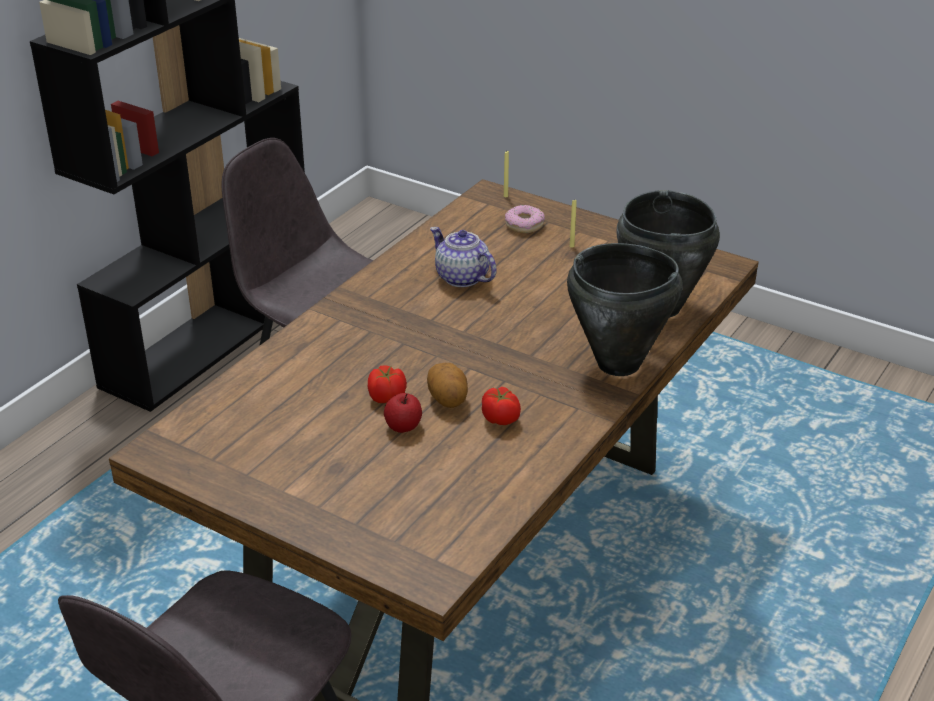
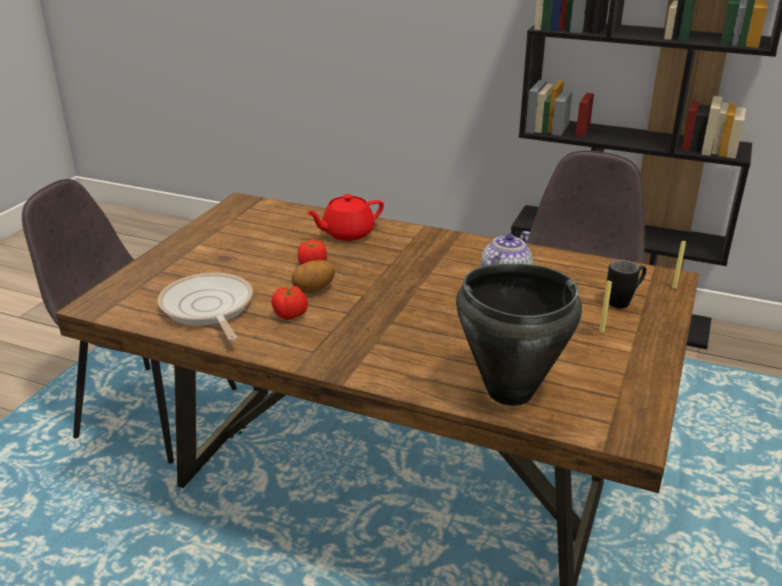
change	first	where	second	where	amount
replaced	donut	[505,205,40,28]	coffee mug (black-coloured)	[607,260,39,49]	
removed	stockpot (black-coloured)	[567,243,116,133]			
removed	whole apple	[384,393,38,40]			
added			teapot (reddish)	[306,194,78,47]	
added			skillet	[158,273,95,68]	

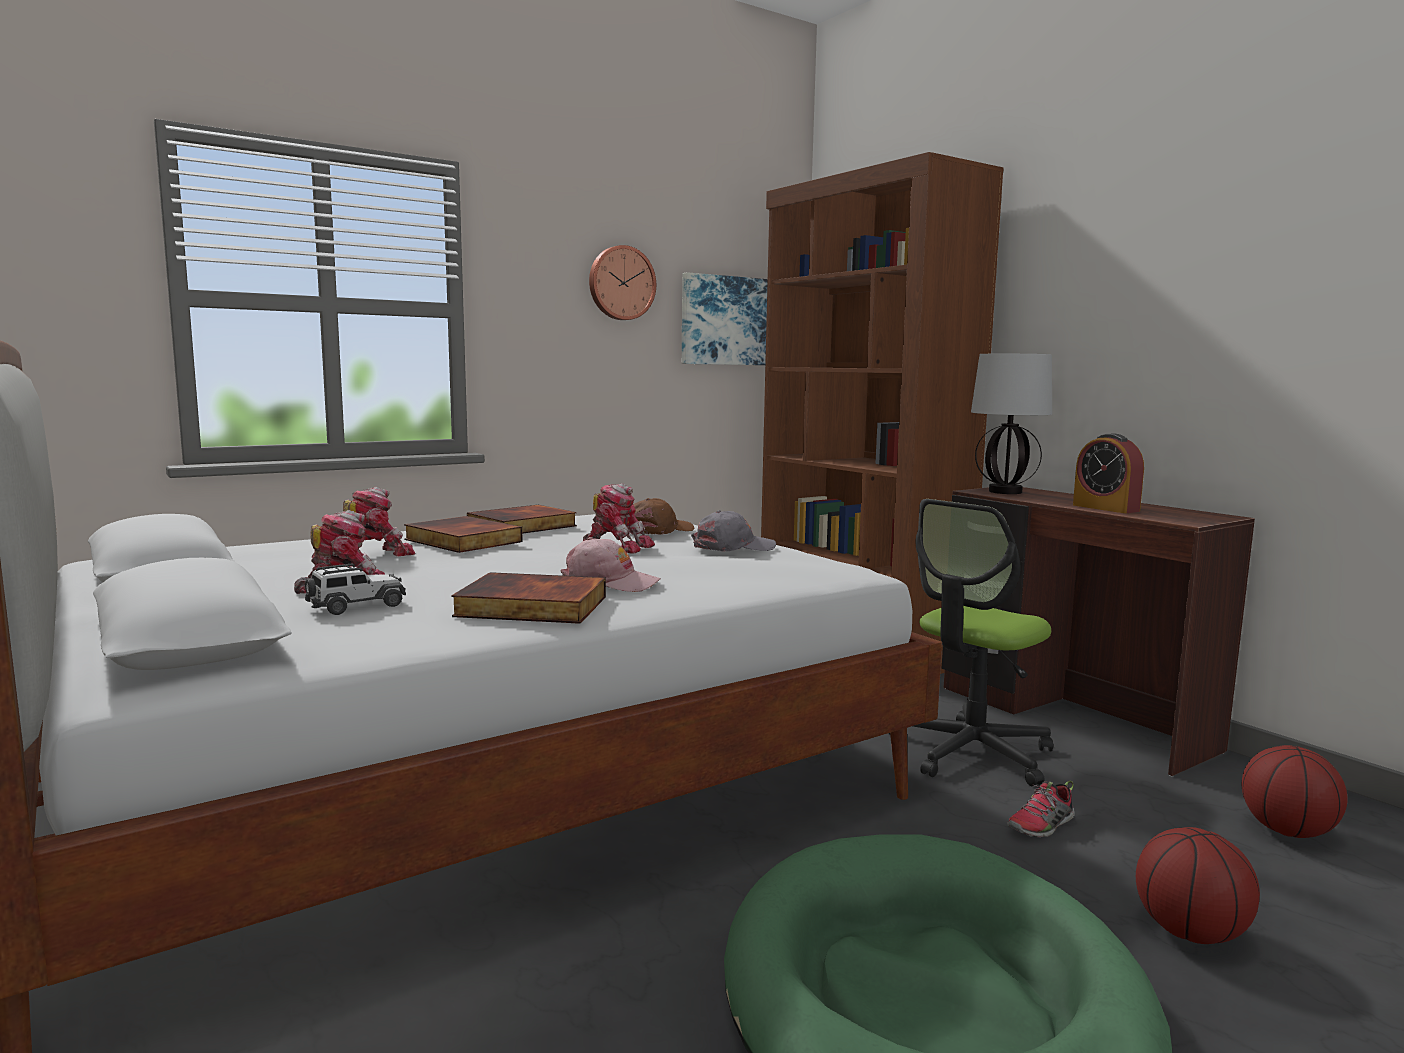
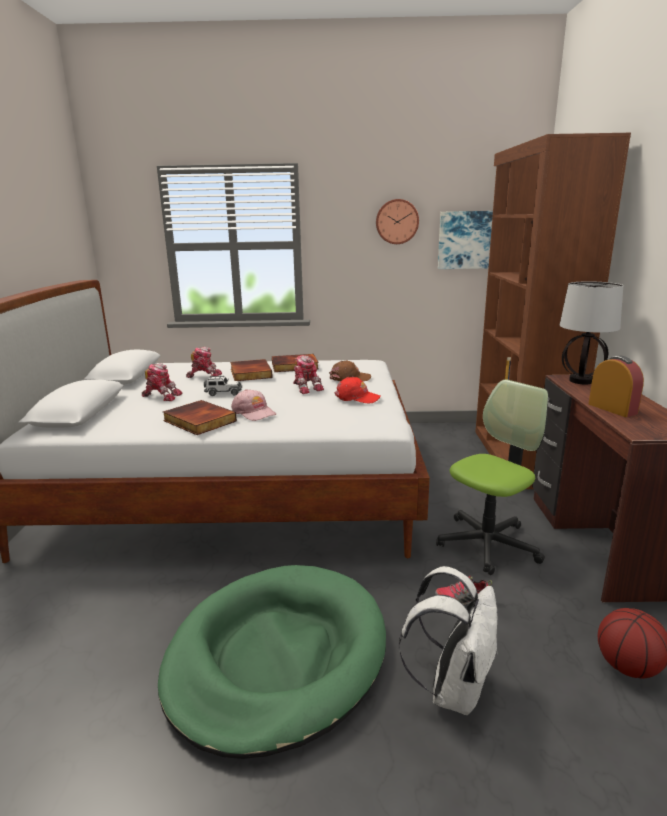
change	first	where	second	where	amount
turned	bedside clock	[1073,433,71,80]		[588,356,56,61]	150 degrees clockwise
turned	computer chair	[889,499,164,287]		[436,379,113,196]	150 degrees clockwise
recoloured	peaked cap (gray)	[691,510,85,42]	peaked cap (reddish)	[334,377,47,27]	
moved	model car	[305,563,101,52]		[204,376,38,20]	
replaced	basketball	[1136,827,124,117]	knapsack (white-coloured)	[399,566,99,149]	

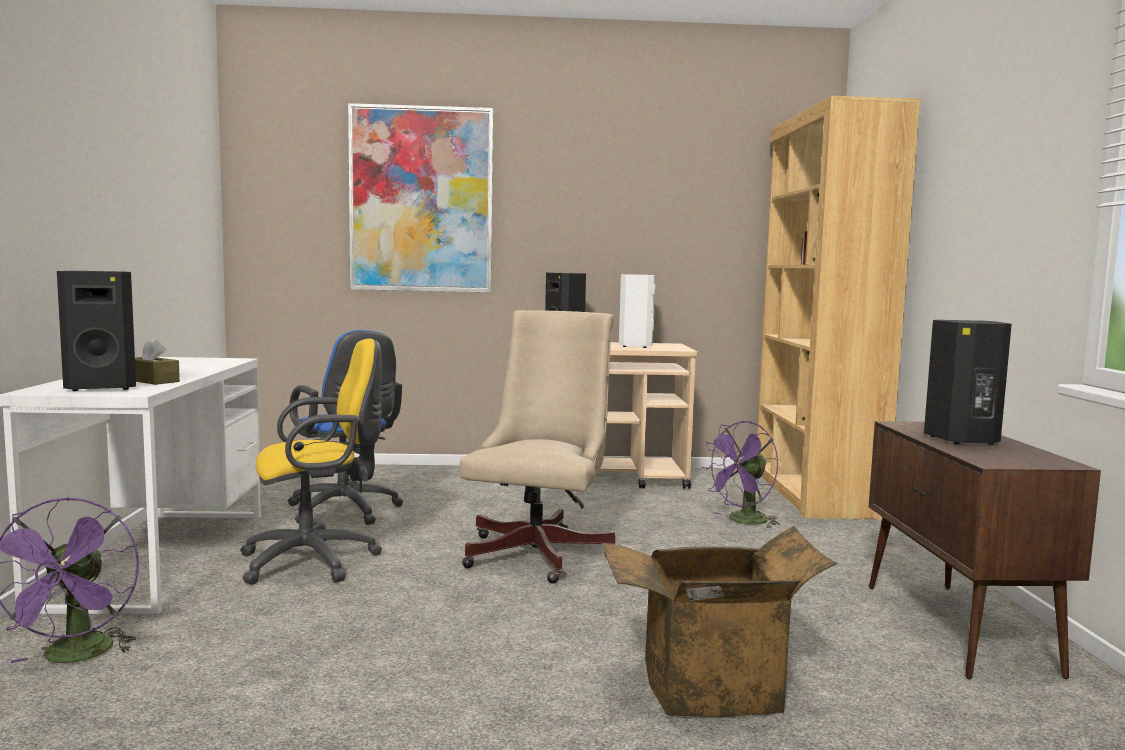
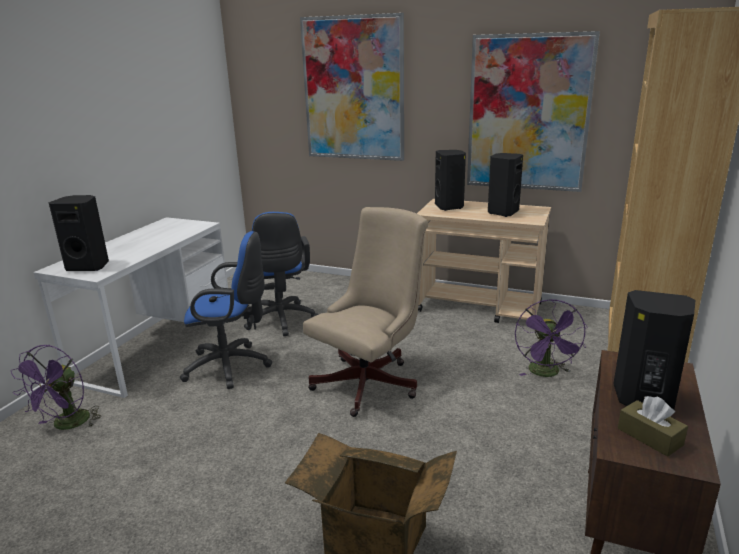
change	first	where	second	where	amount
recoloured	speaker (white-coloured)	[619,274,36,74]	speaker (black-coloured)	[488,153,35,64]	
moved	tissue box (brown)	[135,338,45,47]		[618,396,70,61]	
recoloured	computer chair (yellow-coloured)	[240,339,142,246]	computer chair (blue)	[180,231,92,158]	
turned	electric fan (purple-coloured)	[702,421,78,108]		[515,299,73,78]	75 degrees counterclockwise
added			wall art	[467,31,133,161]	

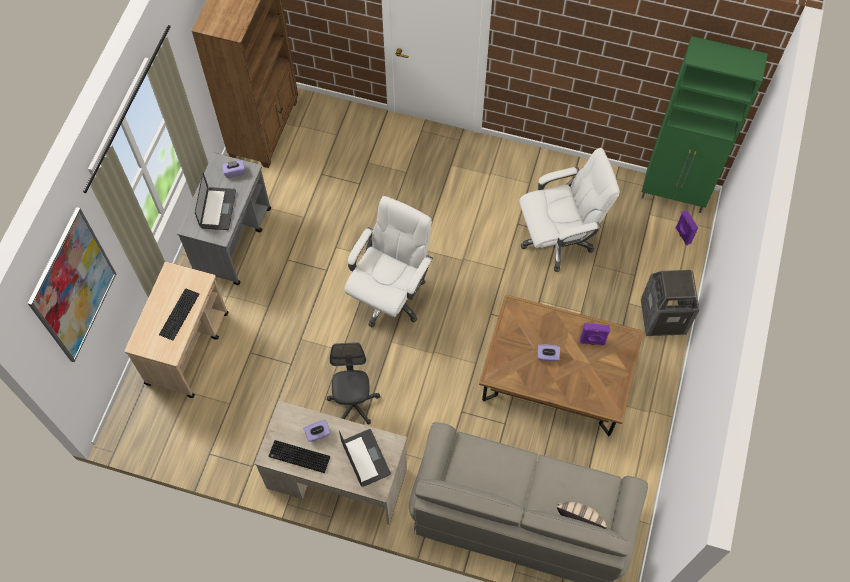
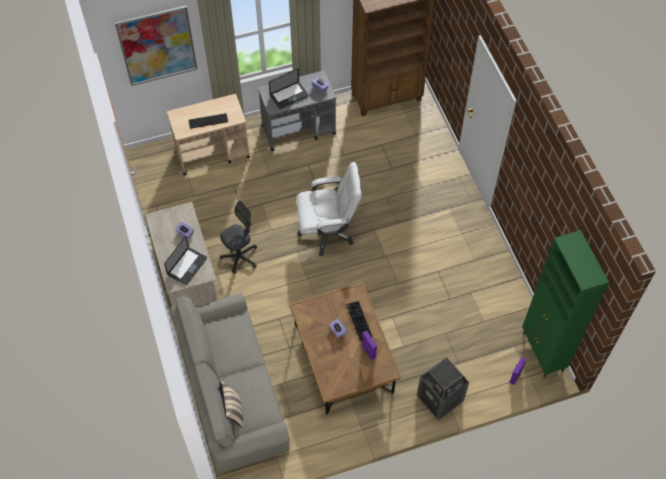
change	first	where	second	where	amount
removed	computer chair (white-coloured)	[519,148,101,124]			
moved	PC keyboard	[269,440,61,33]		[347,301,25,40]	

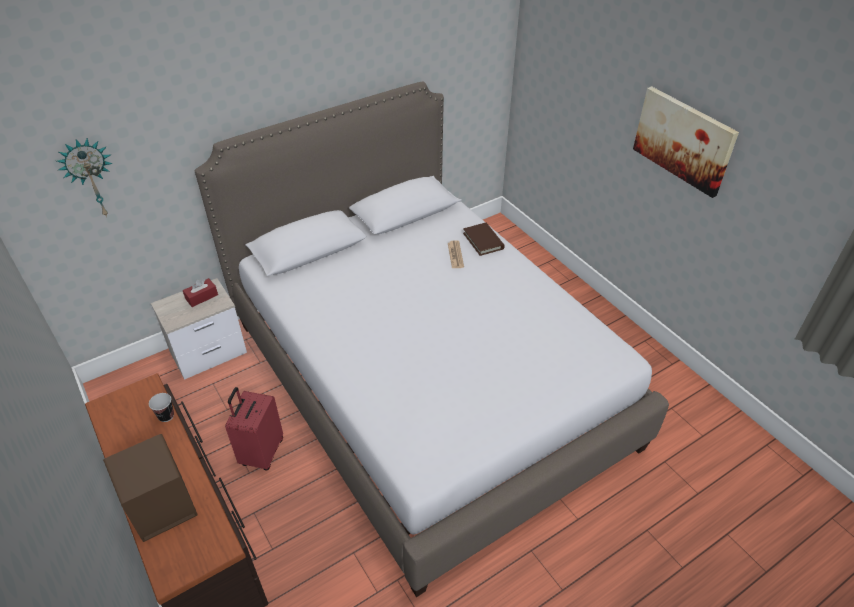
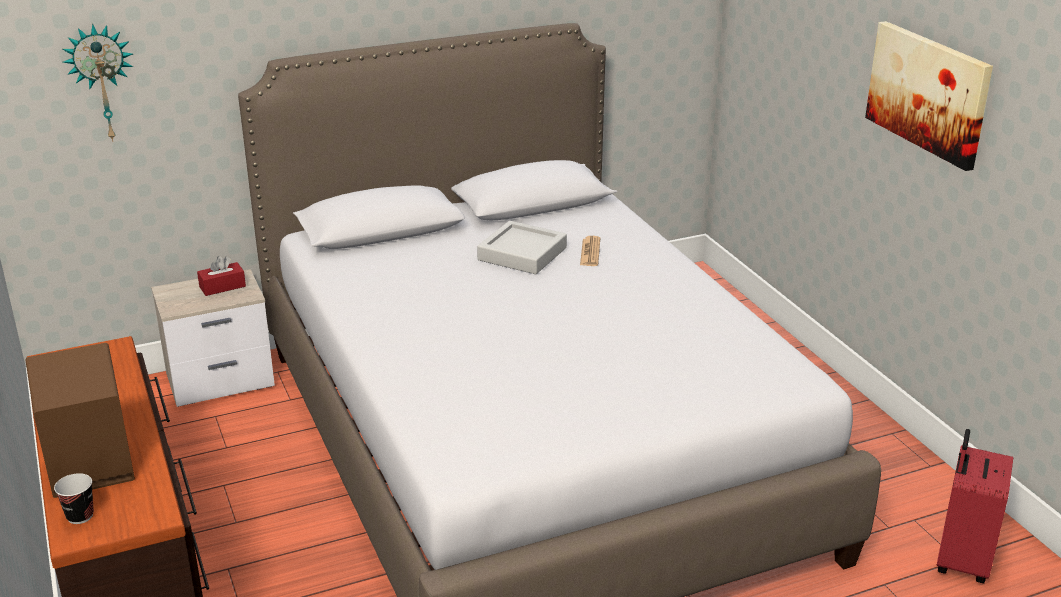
change	first	where	second	where	amount
removed	bound book (brown)	[463,223,42,33]			
moved	suitcase (reddish)	[225,387,58,84]		[936,429,77,154]	
moved	drinking cup	[149,393,25,29]		[54,473,40,51]	
added			carrying tray (gray)	[477,221,90,53]	

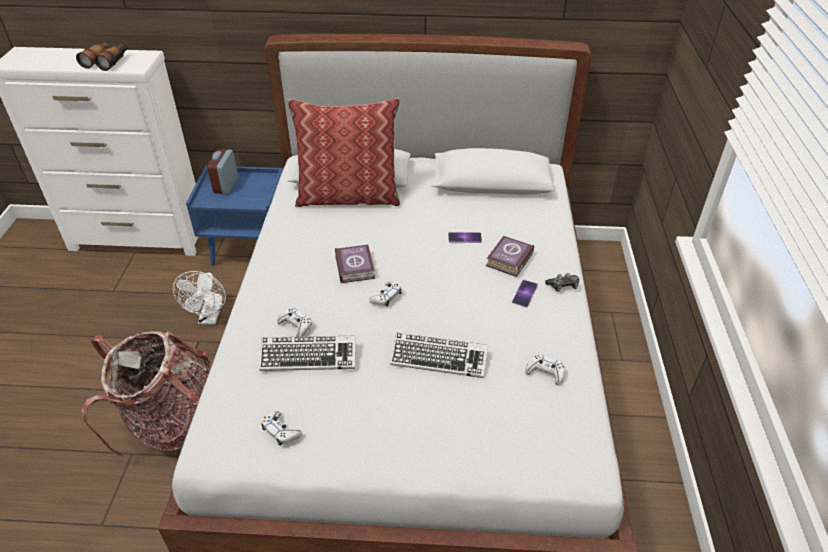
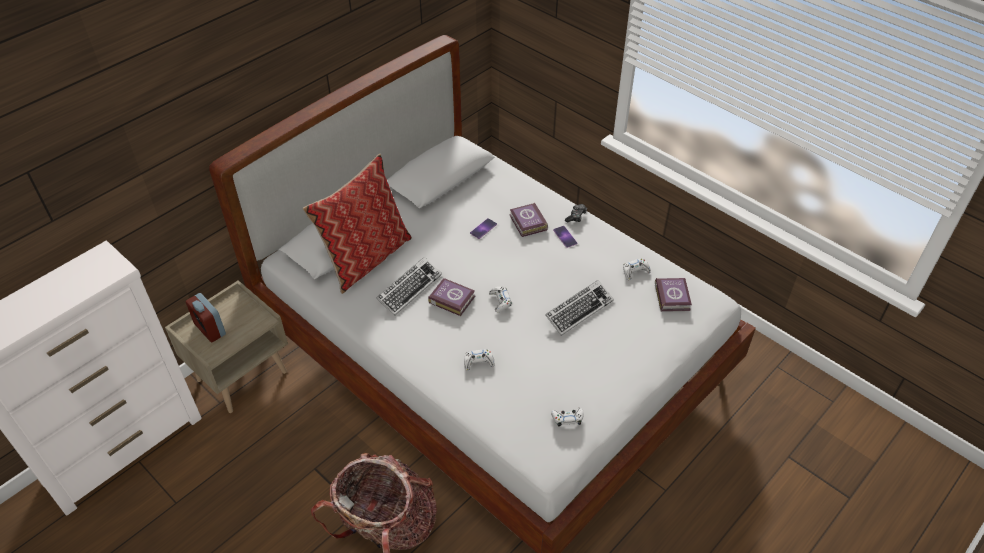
change	first	where	second	where	amount
removed	pair of binoculars	[76,41,52,30]			
recoloured	night table (blue)	[186,165,97,101]	night table (beige-coloured)	[165,280,123,133]	
removed	electric fan (white-coloured)	[173,271,53,54]			
moved	PC keyboard	[259,336,97,35]		[376,257,66,59]	
added			bound book	[655,278,37,34]	

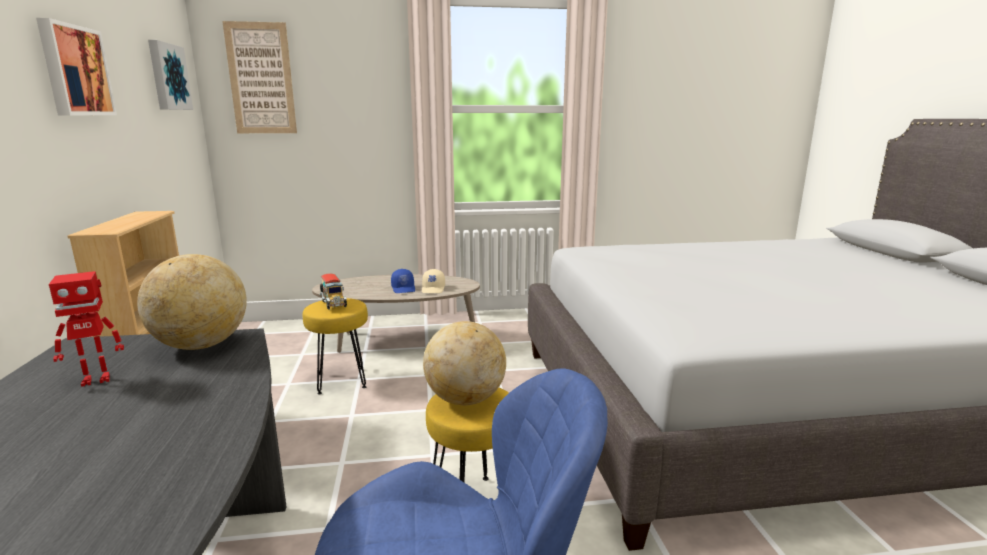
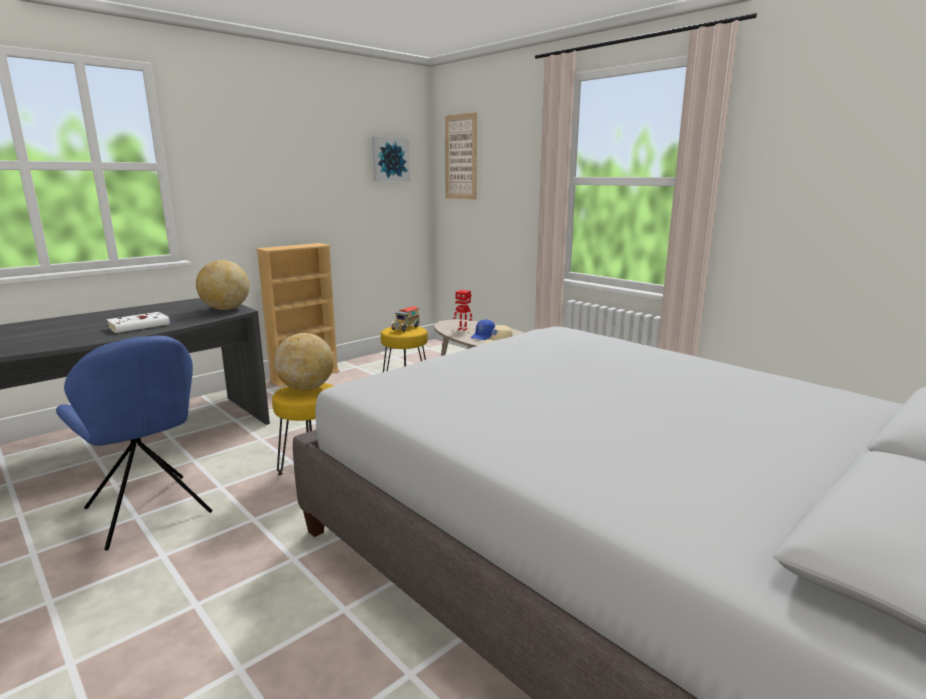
change	first	where	second	where	amount
removed	wall art	[36,18,81,97]			
moved	toy robot	[49,271,75,116]		[453,290,19,41]	
added			bound book (white-coloured)	[106,312,70,21]	

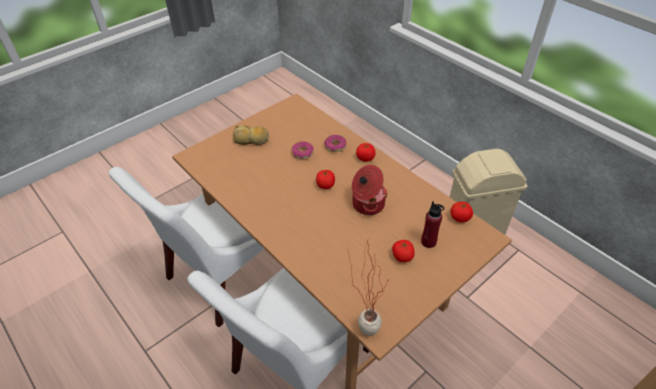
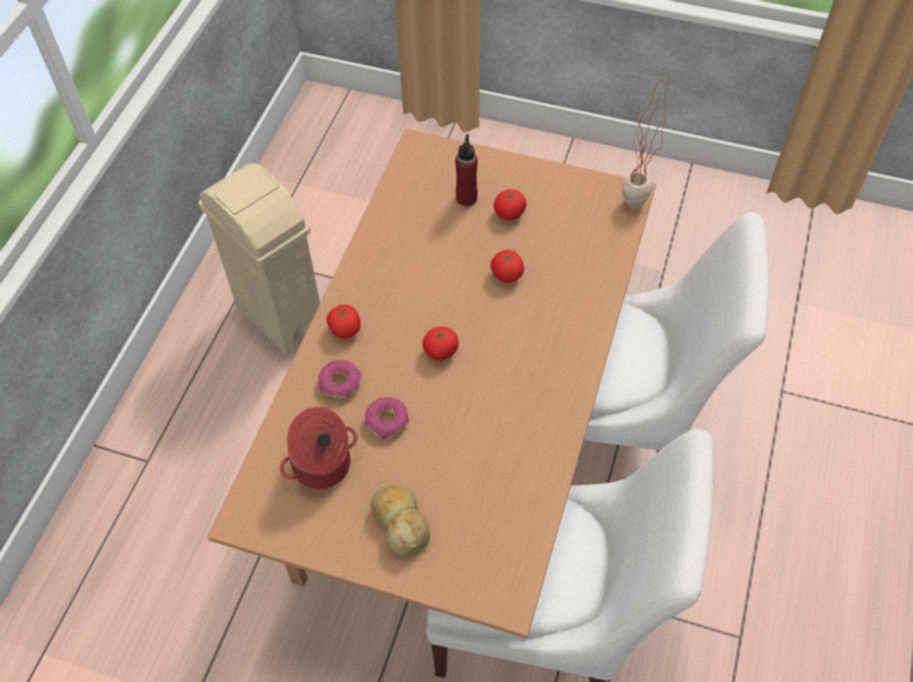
change	first	where	second	where	amount
moved	stockpot	[352,165,35,50]		[280,407,78,82]	
moved	whole tomato	[450,202,23,21]		[490,250,34,33]	

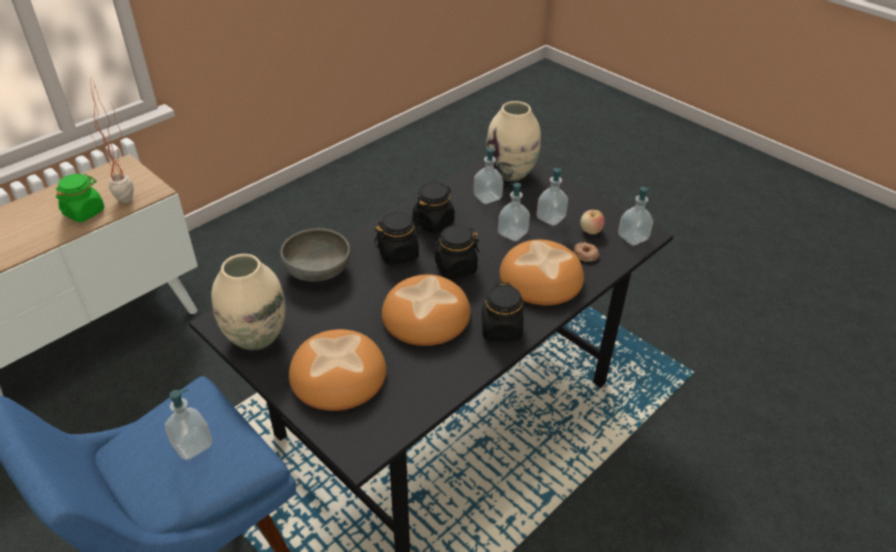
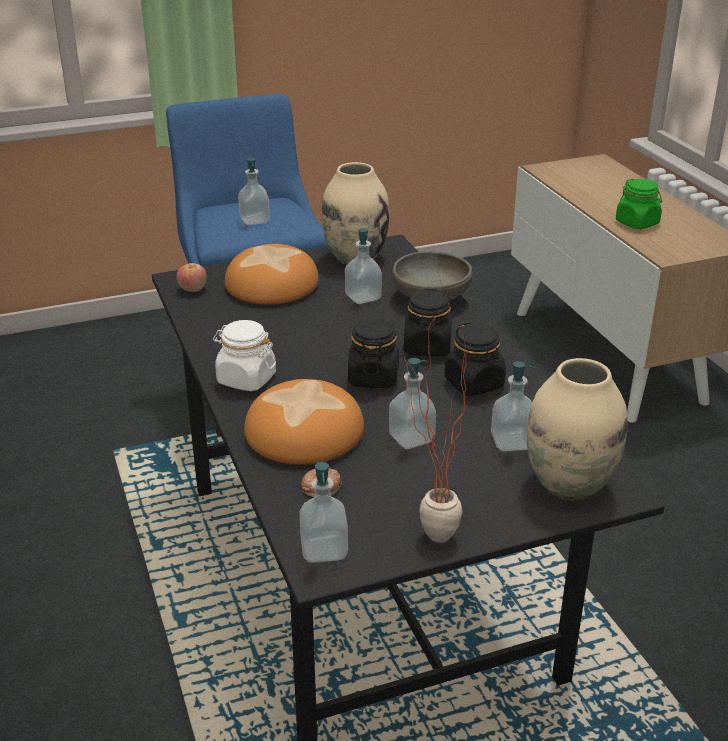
change	first	where	second	where	amount
moved	houseplant	[87,80,47,123]		[403,315,68,228]	
moved	liquid soap bottle	[536,168,32,58]		[345,228,37,76]	
moved	whole apple	[580,210,25,25]		[177,263,30,29]	
removed	baked bread	[382,274,89,72]			
recoloured	preserve jar (black-coloured)	[482,282,41,60]	preserve jar (white-coloured)	[213,320,63,71]	

